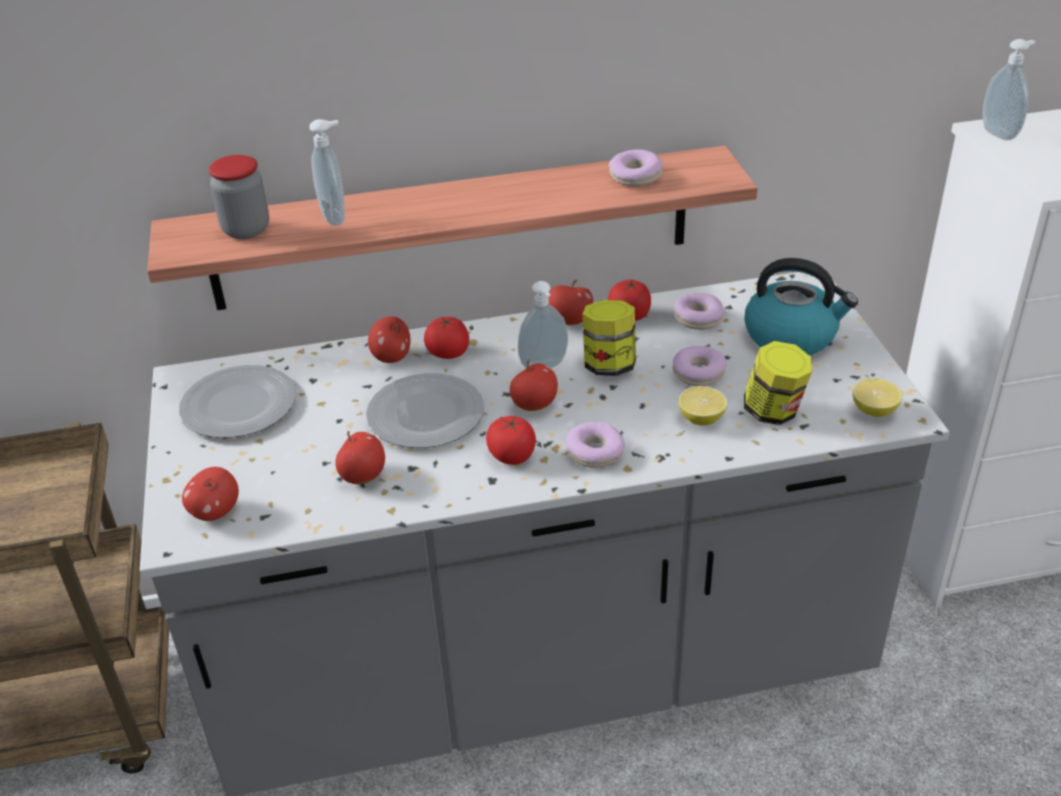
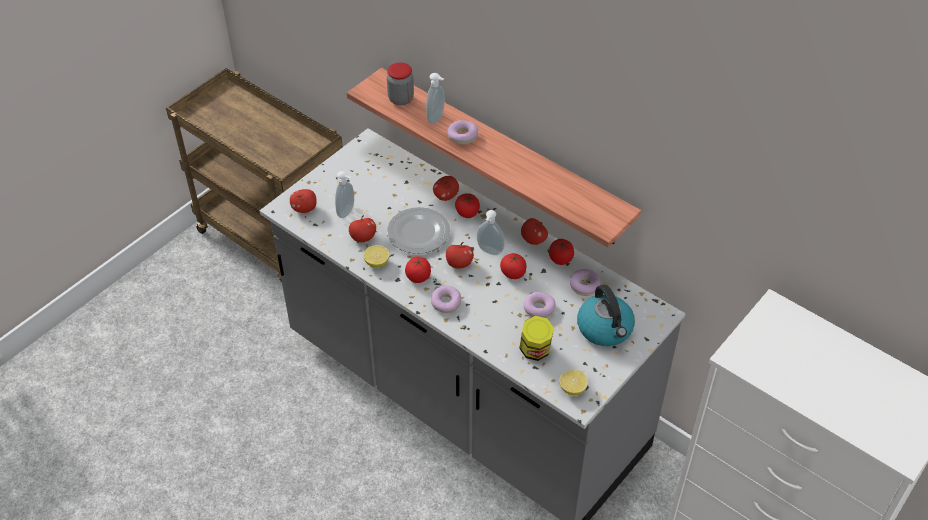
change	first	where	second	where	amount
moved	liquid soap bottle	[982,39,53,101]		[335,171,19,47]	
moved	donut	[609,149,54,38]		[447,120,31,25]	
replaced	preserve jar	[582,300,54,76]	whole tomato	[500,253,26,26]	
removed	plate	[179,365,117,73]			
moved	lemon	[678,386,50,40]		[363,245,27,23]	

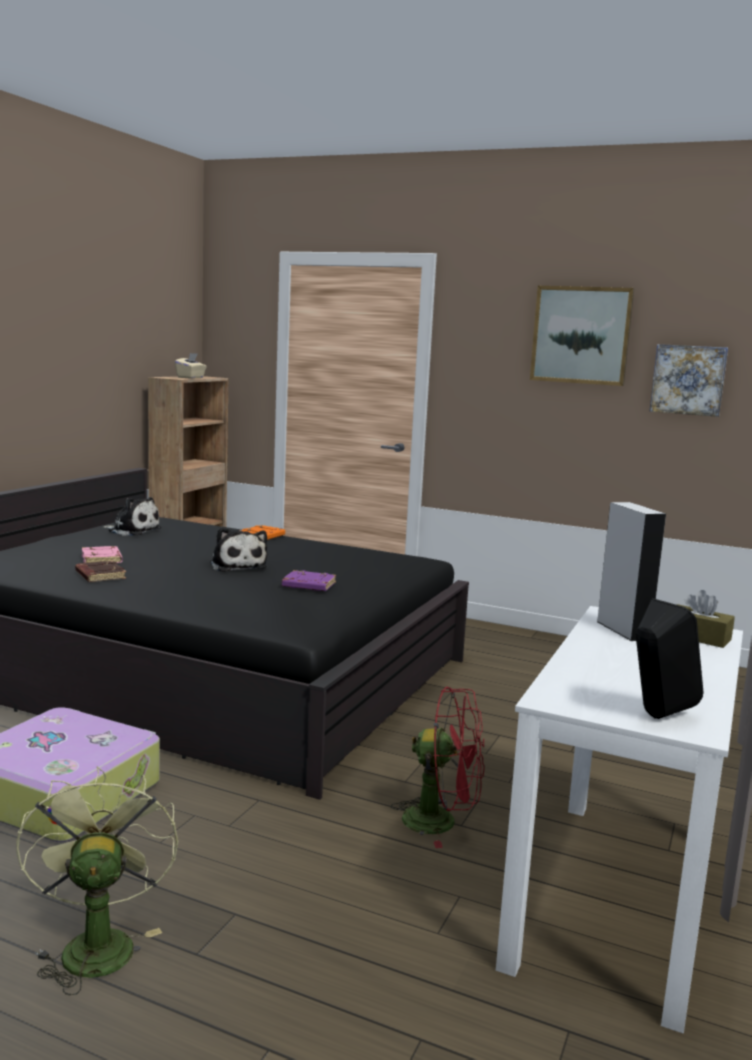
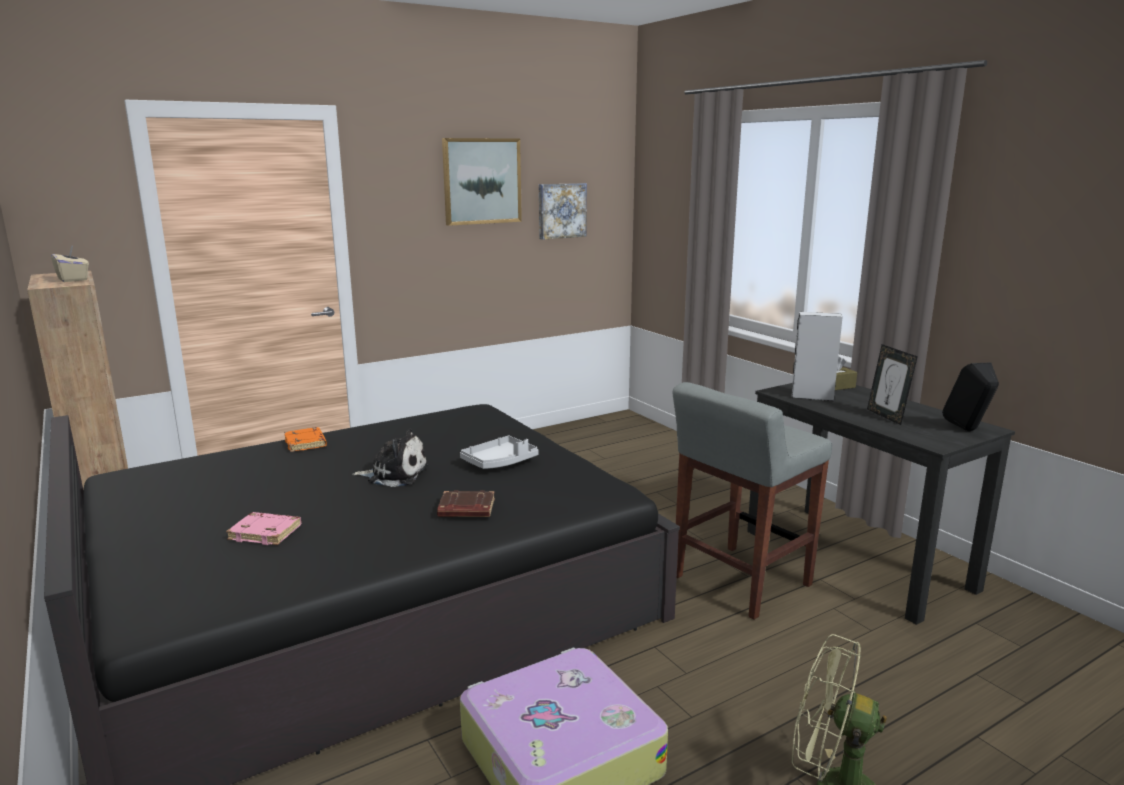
change	first	where	second	where	amount
removed	soft toy	[102,497,59,39]			
moved	bound book (brown)	[75,560,51,22]		[437,490,58,27]	
replaced	bound book (purple-coloured)	[282,570,54,21]	carrying tray (gray)	[460,436,79,33]	
recoloured	desk unit (white-coloured)	[496,606,247,428]	desk unit (black-coloured)	[747,383,268,242]	
replaced	electric fan (reddish)	[391,687,94,161]	stool (gray)	[673,382,159,238]	
added			picture frame	[867,344,51,81]	

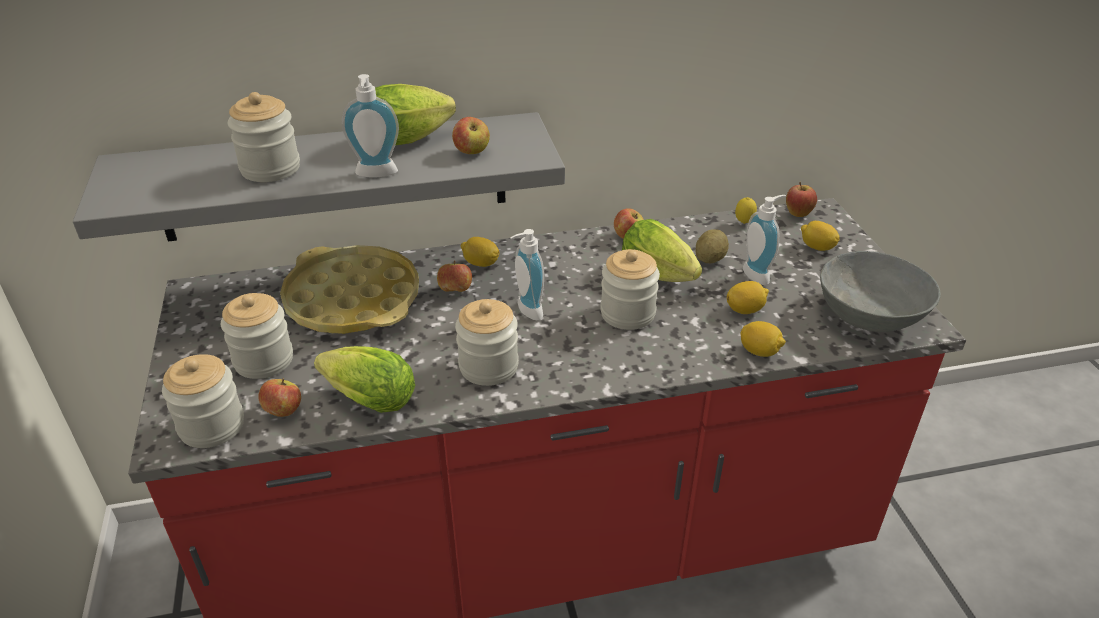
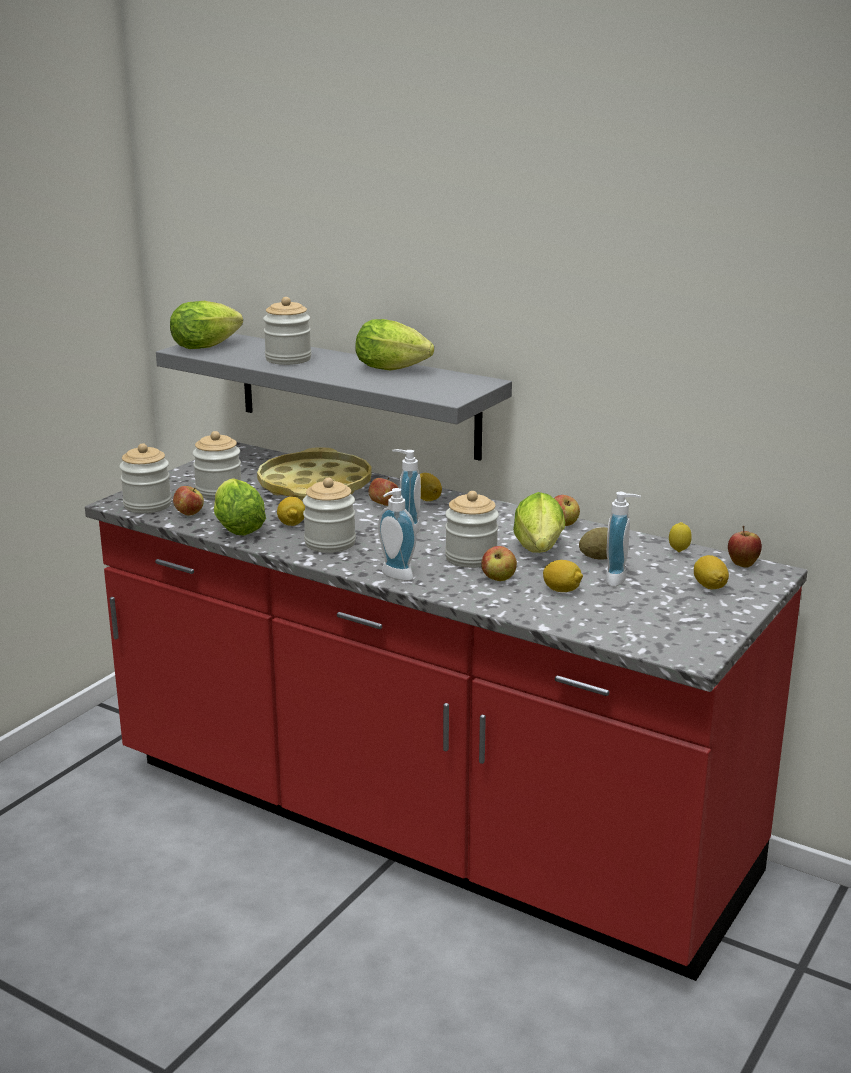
change	first	where	second	where	amount
moved	liquid soap bottle	[342,74,57,104]		[378,488,38,93]	
moved	whole apple	[452,117,38,37]		[481,546,36,35]	
removed	serving bowl (gray)	[820,251,121,81]			
moved	lemon	[740,321,46,36]		[277,497,28,29]	
added			lettuce head	[170,301,73,48]	

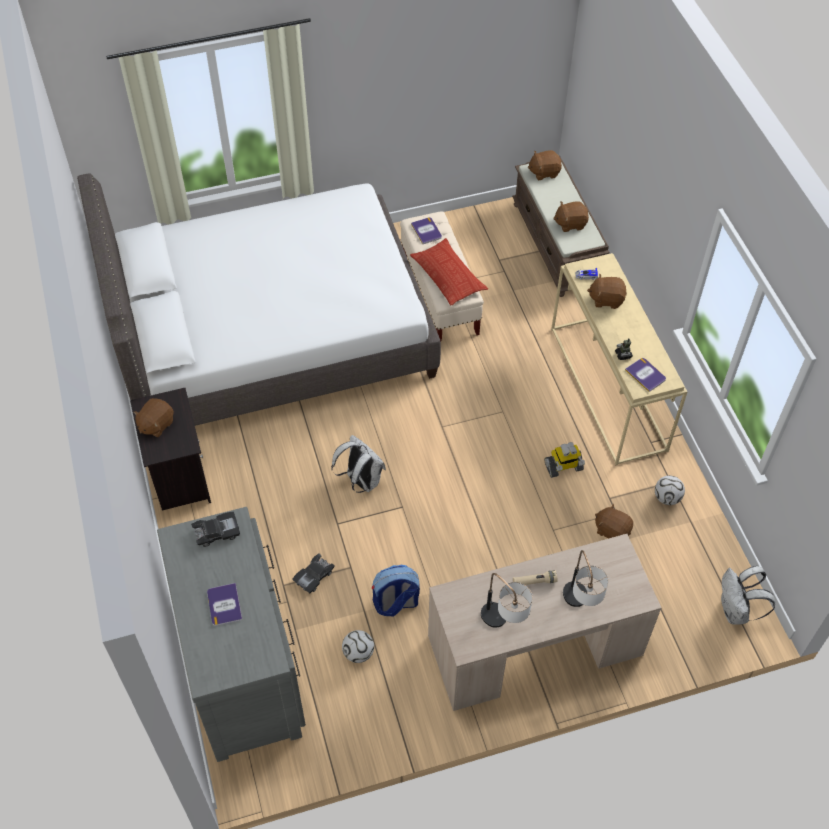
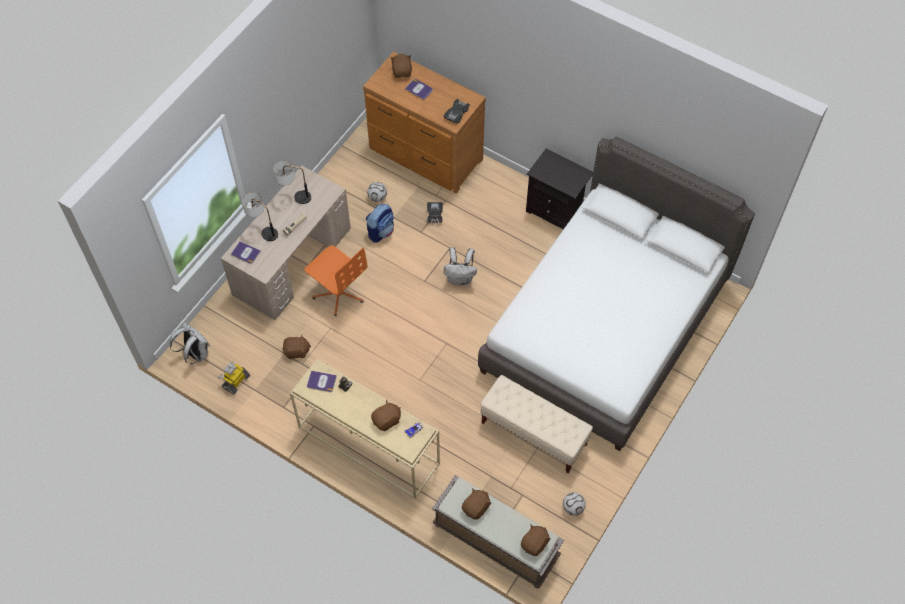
change	first	where	second	where	amount
moved	bound book	[411,217,31,27]		[231,241,30,23]	
removed	cushion	[410,238,78,67]			
moved	soft toy (brown)	[133,398,41,39]		[390,54,22,24]	
moved	toy robot	[545,442,40,36]		[218,361,32,34]	
moved	football	[655,475,30,30]		[563,492,23,24]	
recoloured	dresser (gray)	[157,507,149,255]	dresser (brown)	[363,52,123,142]	
added			computer chair (orange-coloured)	[305,245,63,71]	

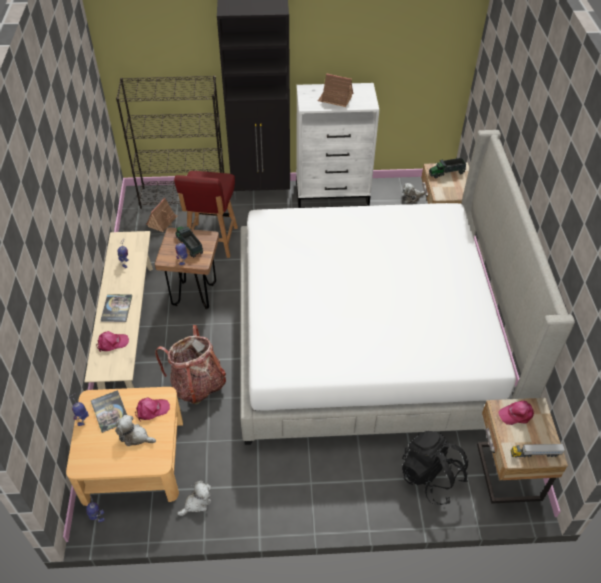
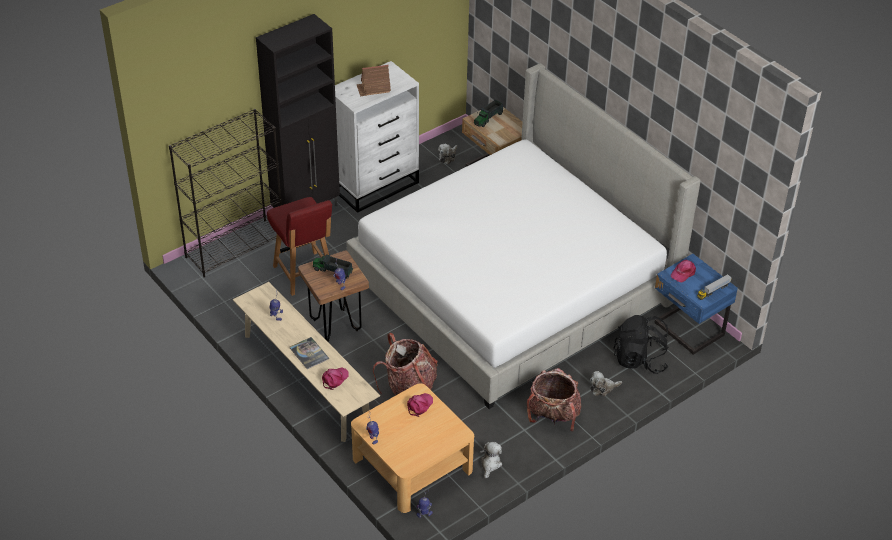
change	first	where	second	where	amount
removed	model house	[146,198,32,34]			
removed	bound book	[91,390,36,43]			
recoloured	night table (beige-coloured)	[477,398,91,106]	night table (blue)	[654,254,84,101]	
moved	soft toy	[115,415,41,31]		[590,371,32,25]	
added			knapsack	[527,368,54,64]	

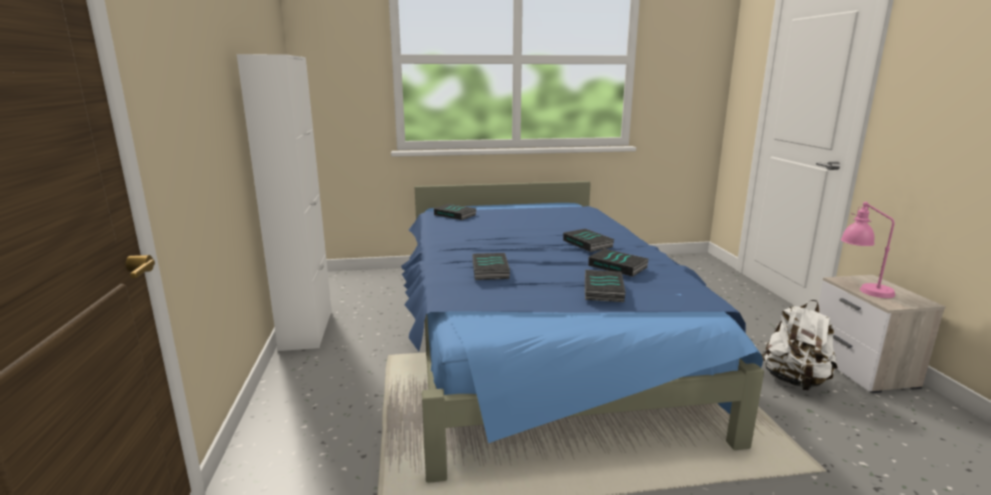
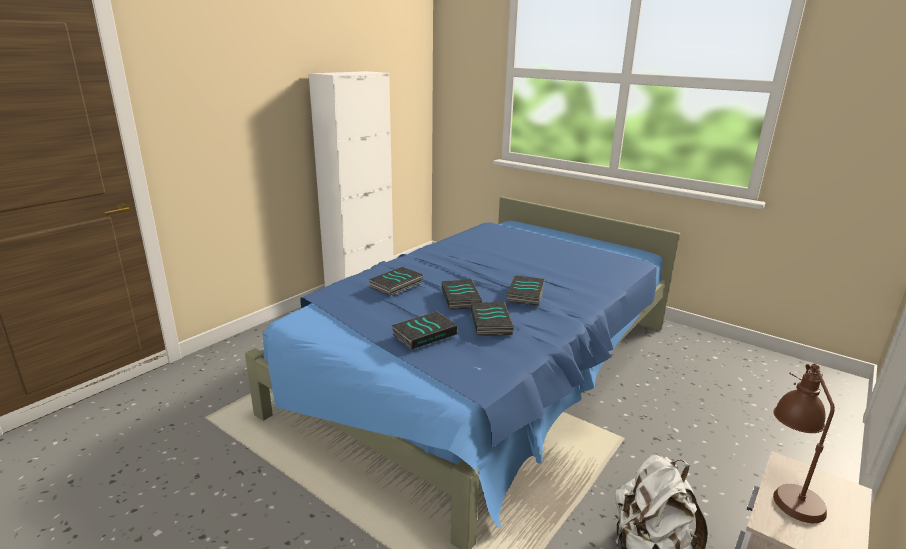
change	first	where	second	where	amount
recoloured	table lamp (pinkish)	[841,202,54,96]	table lamp (brown)	[773,364,62,159]	
moved	bound book	[434,204,42,16]		[442,280,40,30]	

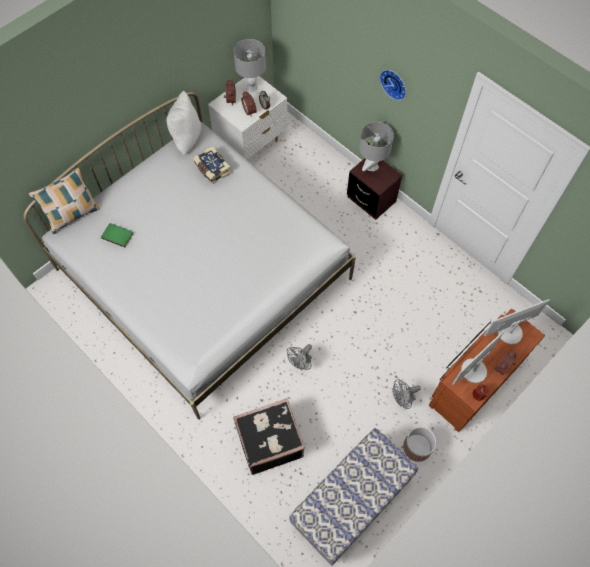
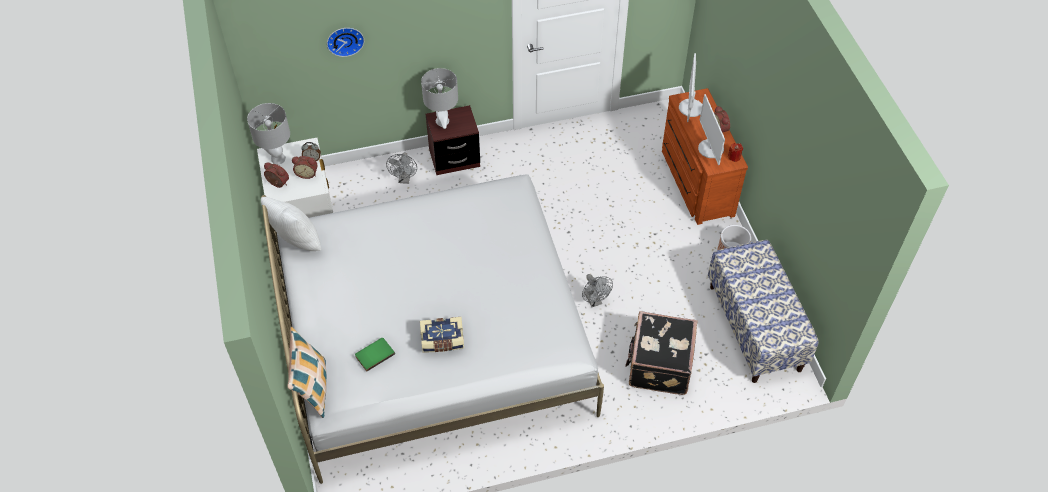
change	first	where	second	where	amount
moved	wall clock	[380,70,26,30]		[327,28,37,29]	
moved	bound book	[193,146,38,38]		[420,317,44,36]	
moved	electric fan (gray)	[392,379,29,30]		[386,152,31,32]	

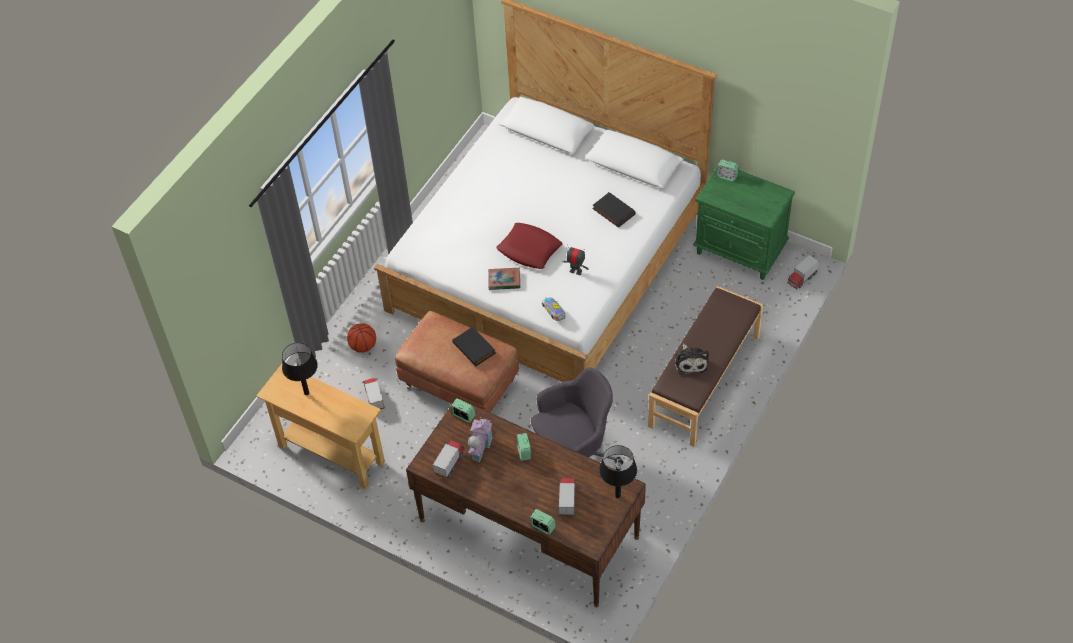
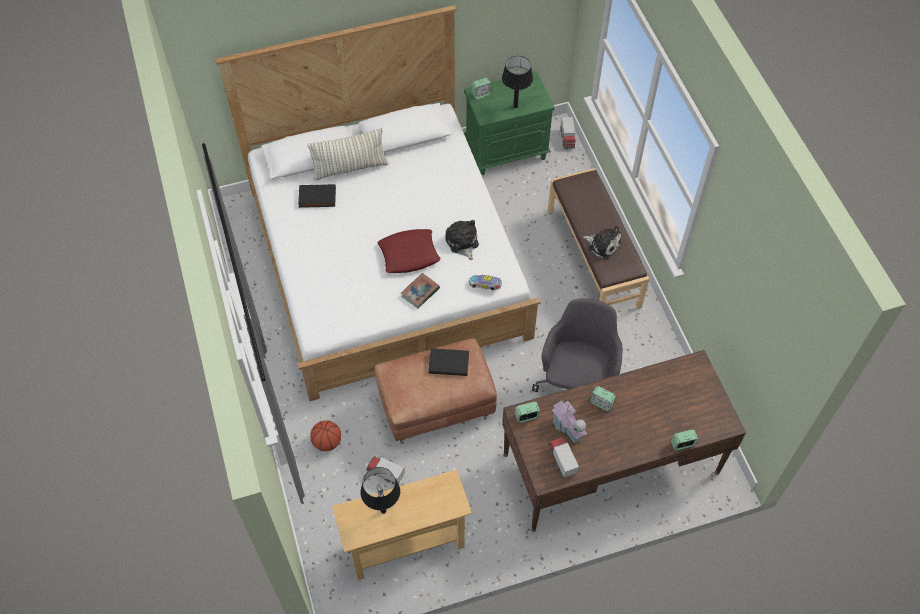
change	first	where	second	where	amount
moved	bound book (black-coloured)	[592,192,44,36]		[298,184,38,24]	
replaced	toy robot	[563,245,26,30]	soft toy	[445,220,34,40]	
moved	table lamp (black-coloured)	[599,445,38,53]		[502,56,31,52]	
removed	toy lorry	[559,478,17,38]			
added			cushion	[307,128,82,53]	

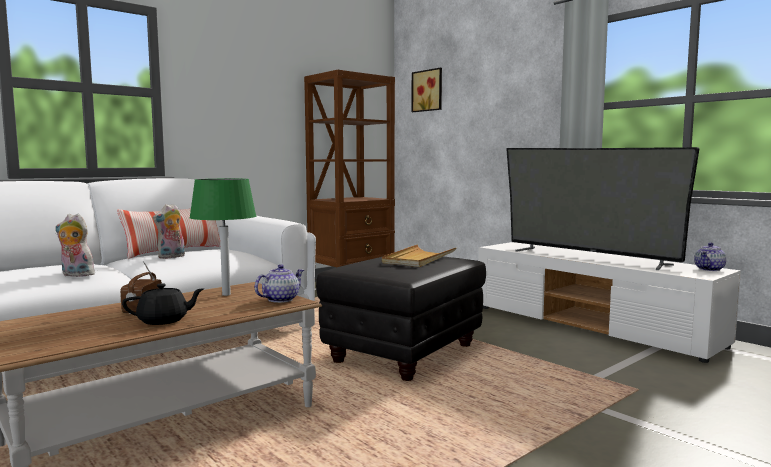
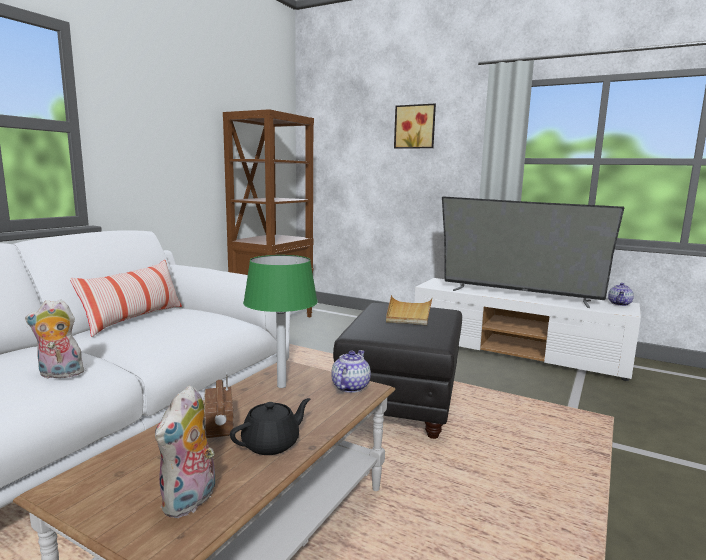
change	first	where	second	where	amount
moved	wall art	[411,68,31,44]		[394,104,42,45]	
moved	soft toy	[153,204,32,55]		[155,385,60,133]	

